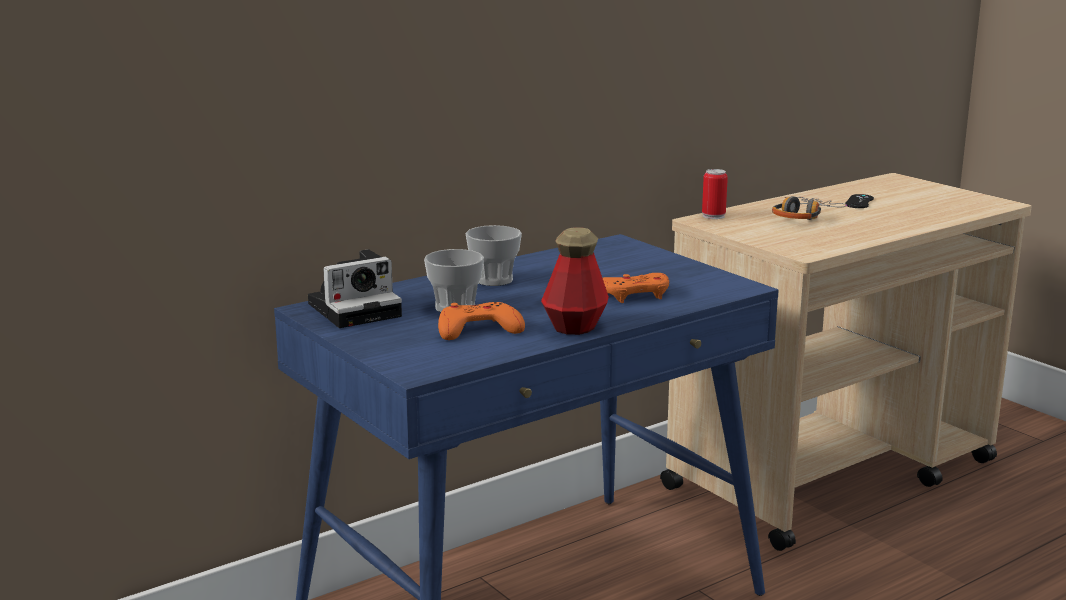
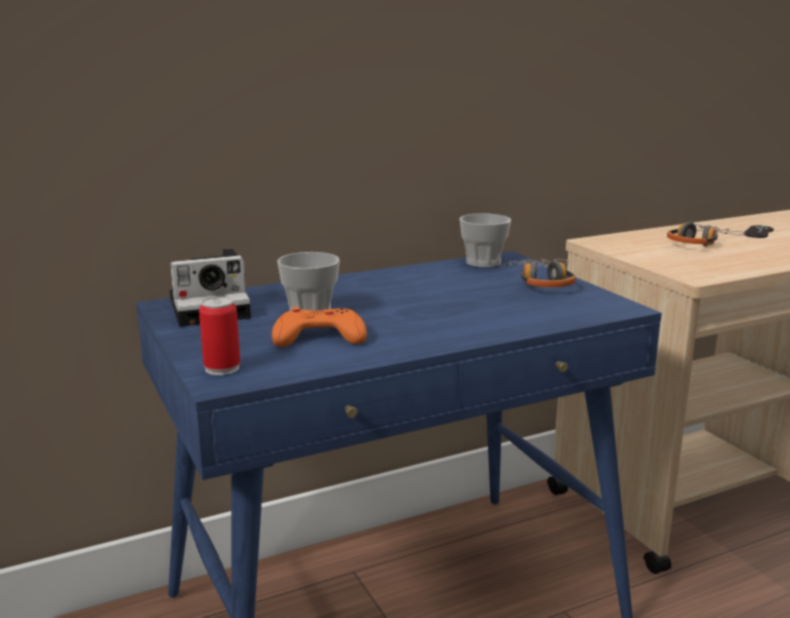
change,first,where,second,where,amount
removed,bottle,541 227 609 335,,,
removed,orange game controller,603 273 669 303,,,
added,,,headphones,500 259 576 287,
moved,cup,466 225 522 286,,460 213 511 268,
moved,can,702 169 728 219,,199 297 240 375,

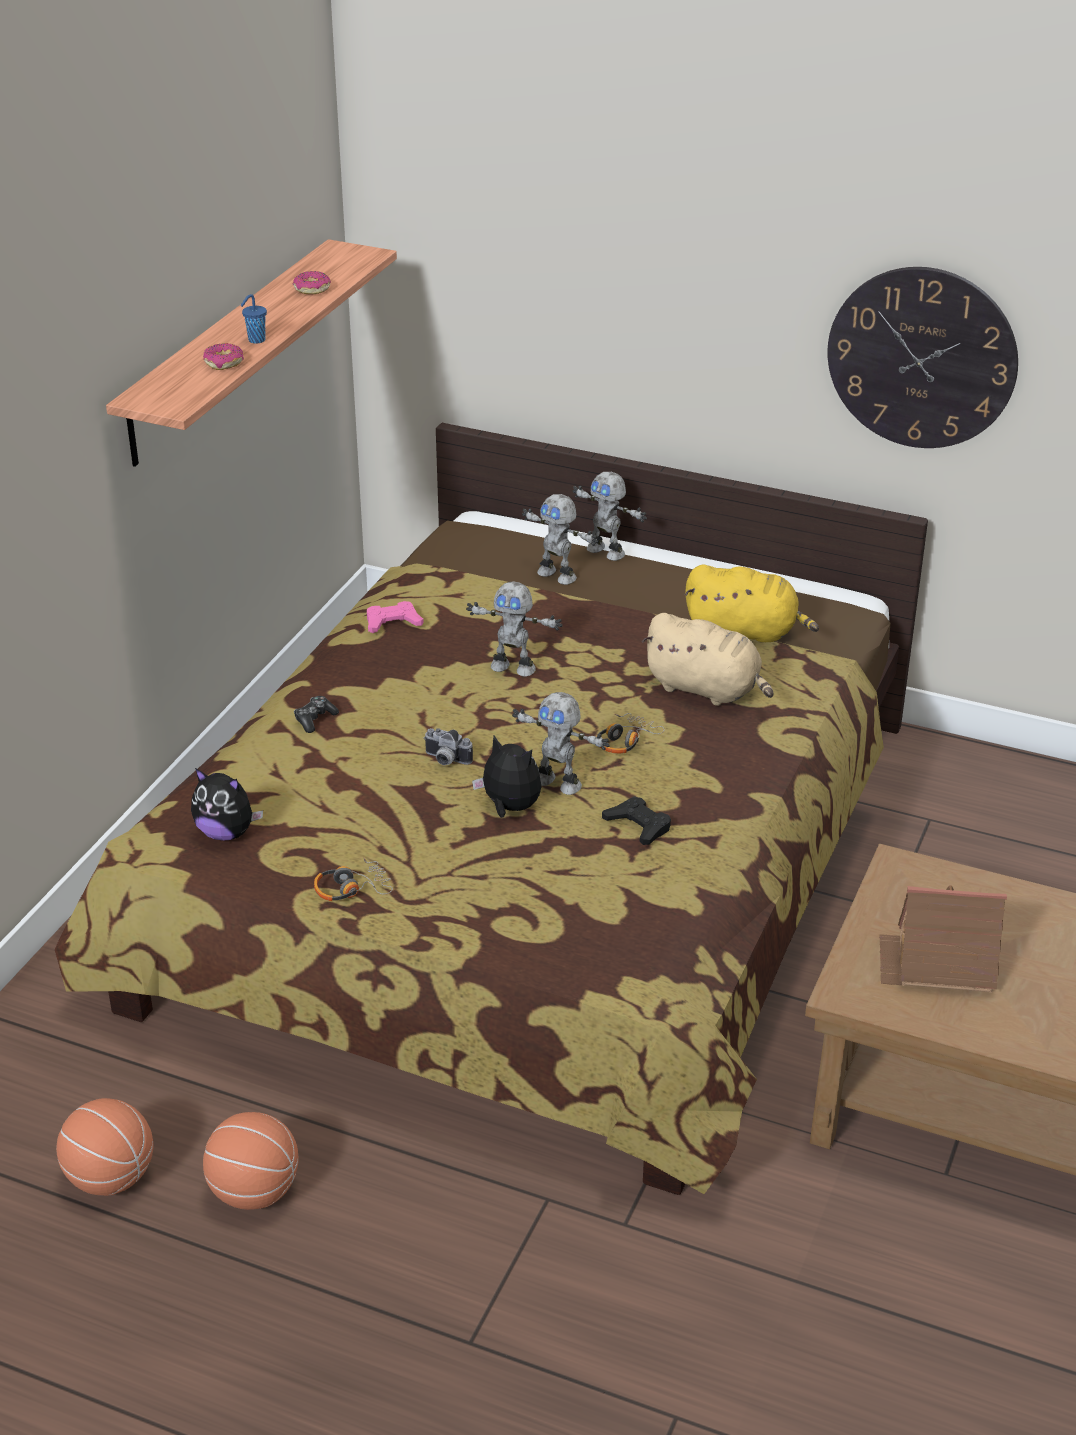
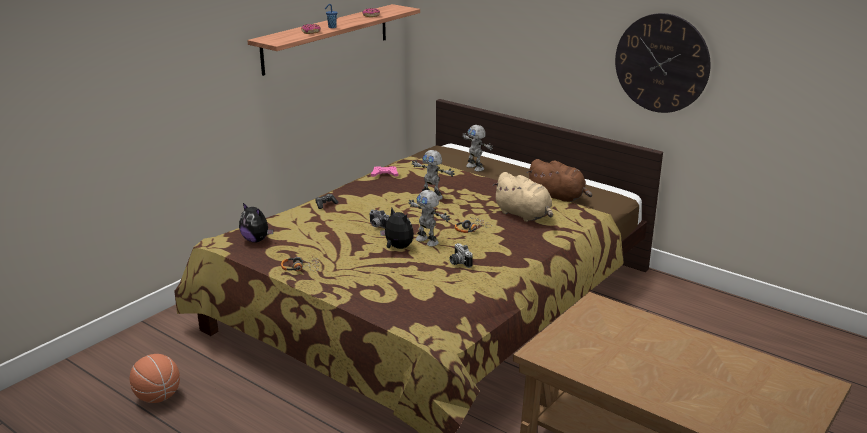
change,first,where,second,where,amount
removed,basketball,203 1112 298 1210,,,
removed,toy robot,572 472 647 561,,,
removed,toy house,879 885 1007 993,,,
replaced,black game controller,602 796 671 845,photo camera,449 243 473 268,
recoloured,yellow plush toy,685 565 819 642,brown plush toy,527 159 592 202,

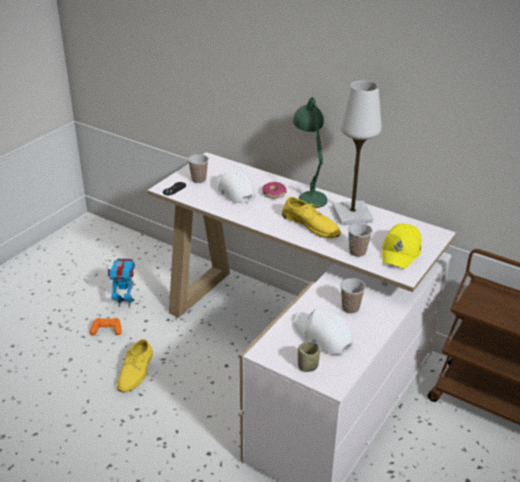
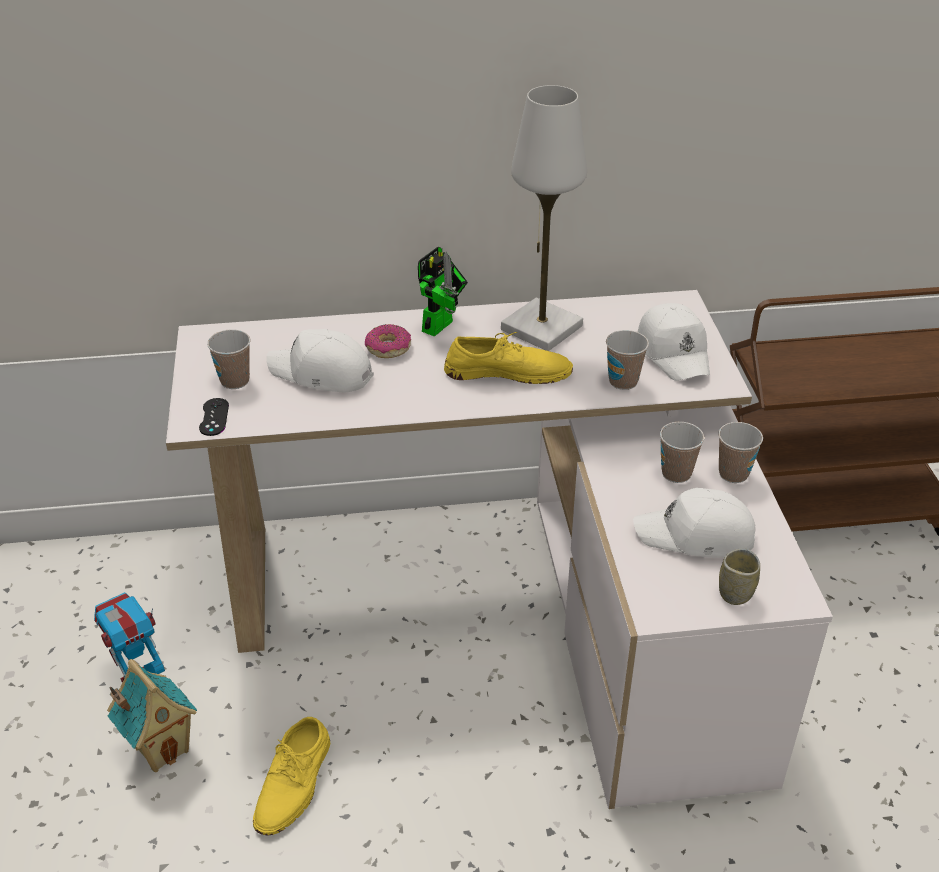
change,first,where,second,where,amount
added,,,cup,718 422 763 483,
replaced,orange game controller,90 318 122 335,toy house,107 659 197 772,
replaced,green table lamp,293 97 328 208,toy robot,418 247 468 337,
recoloured,yellow cap,382 223 421 269,white cap,638 303 710 381,
turned,yellow shoe,117 339 153 392,,253 717 330 836,45 degrees clockwise

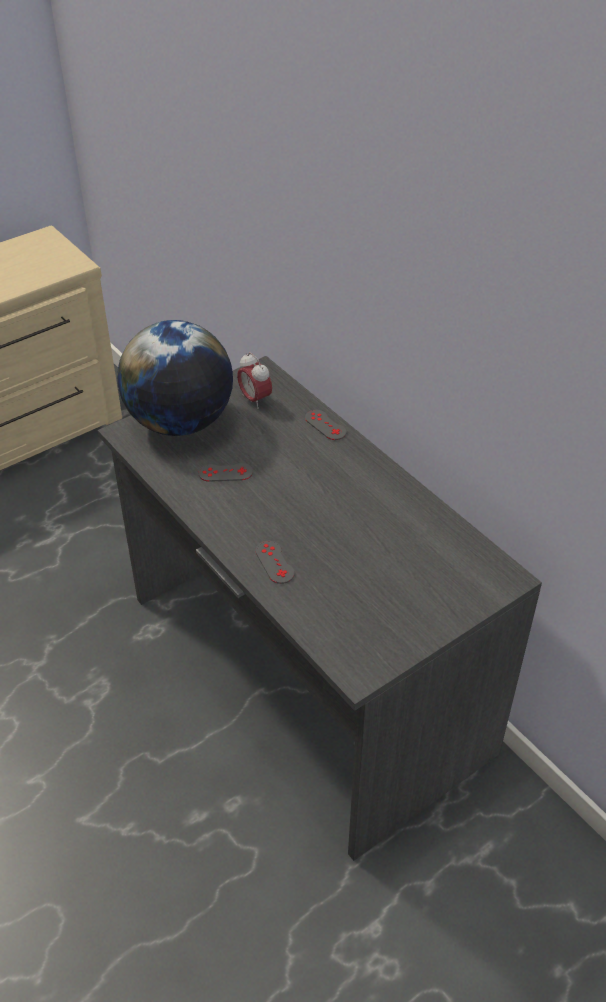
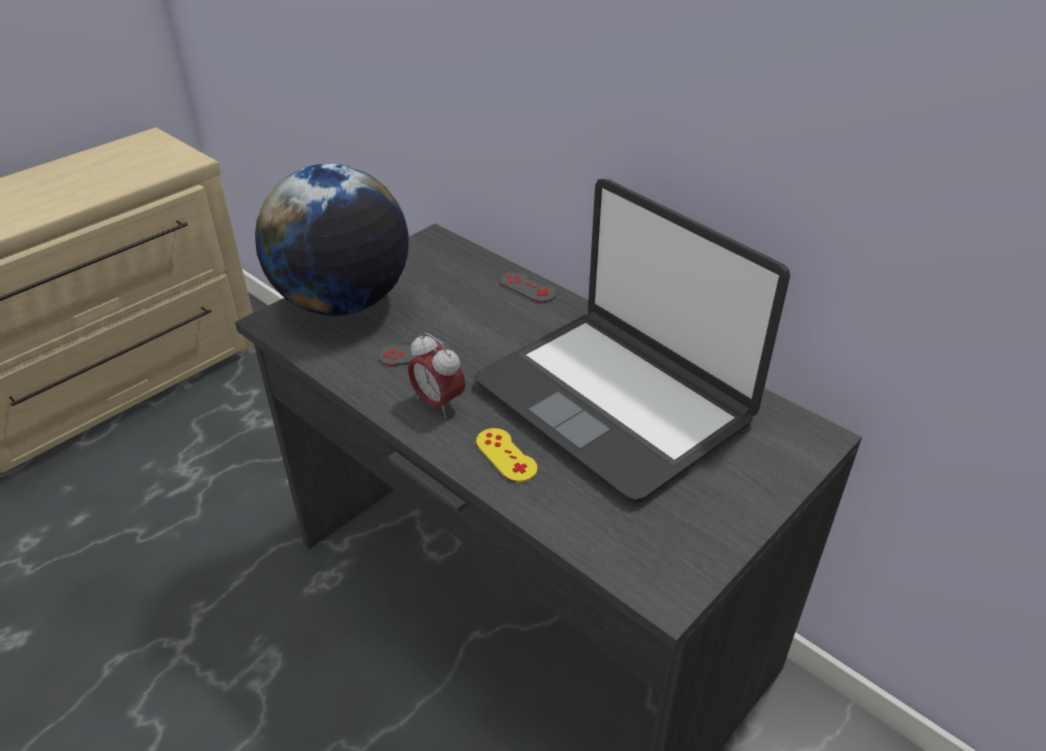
change,first,where,second,where,amount
added,,,laptop,474 179 790 503,
moved,alarm clock,237 352 272 409,,408 333 465 418,
recoloured,grey game controller,255 541 295 584,yellow game controller,476 428 538 482,

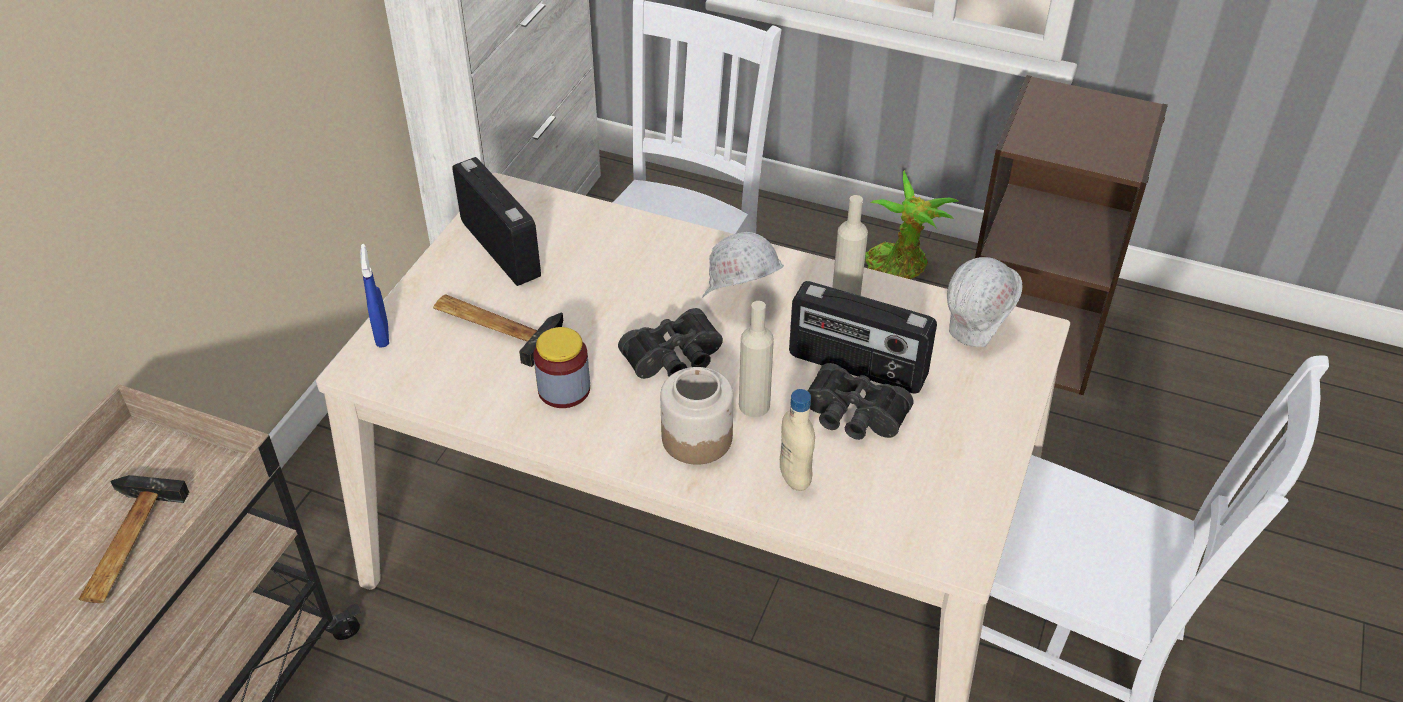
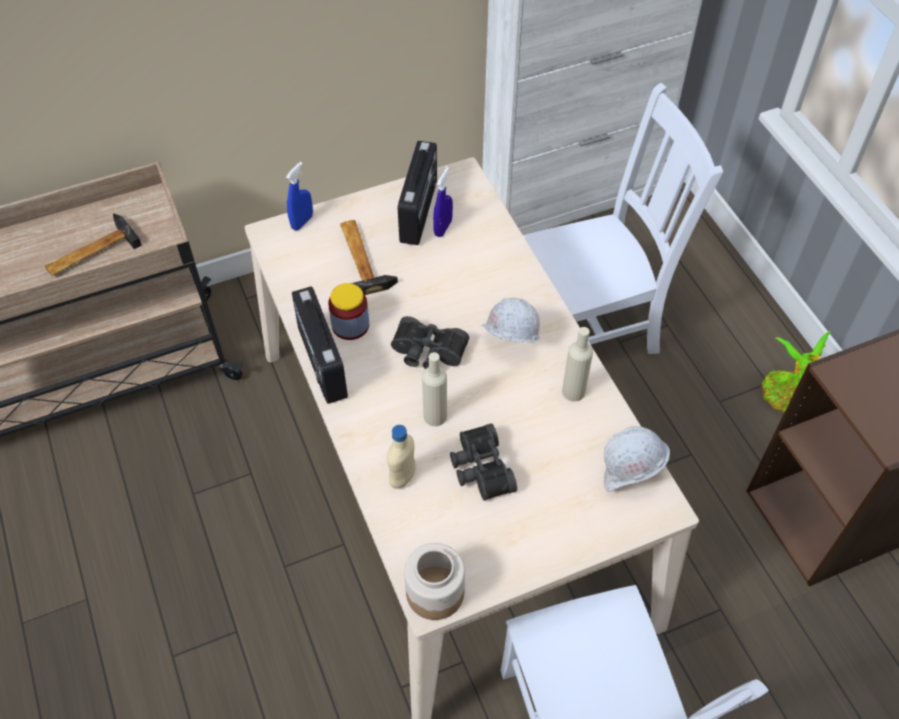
change,first,where,second,where,amount
added,,,blue spray bottle,433 167 453 237,
moved,jar,660 367 734 465,,404 543 465 620,
moved,radio,789 281 937 394,,292 286 348 404,

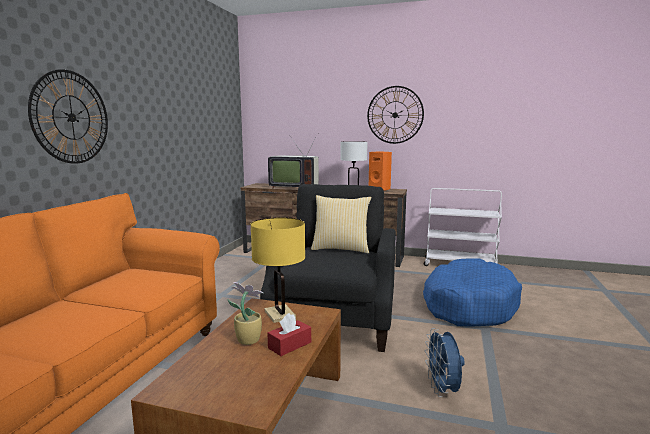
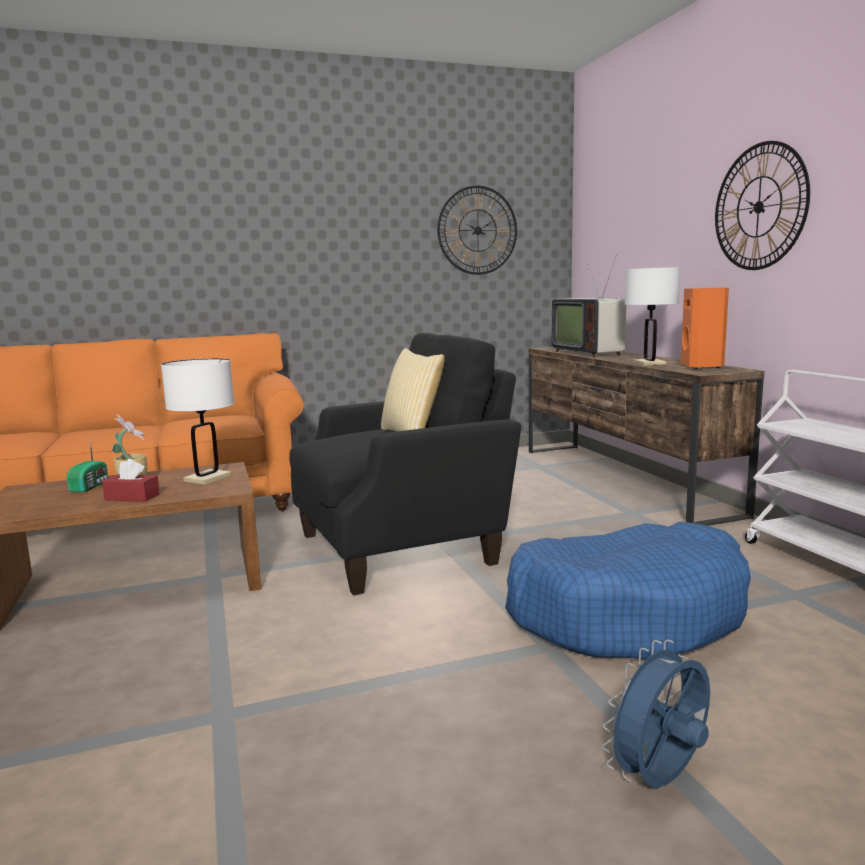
change,first,where,second,where,amount
added,,,radio,67 440 109 492,
moved,wall clock,28 69 108 164,,437 186 517 275,
moved,blue fan,425 328 465 397,,602 640 710 787,
recoloured,yellow table lamp,251 218 305 323,white table lamp,161 358 234 485,

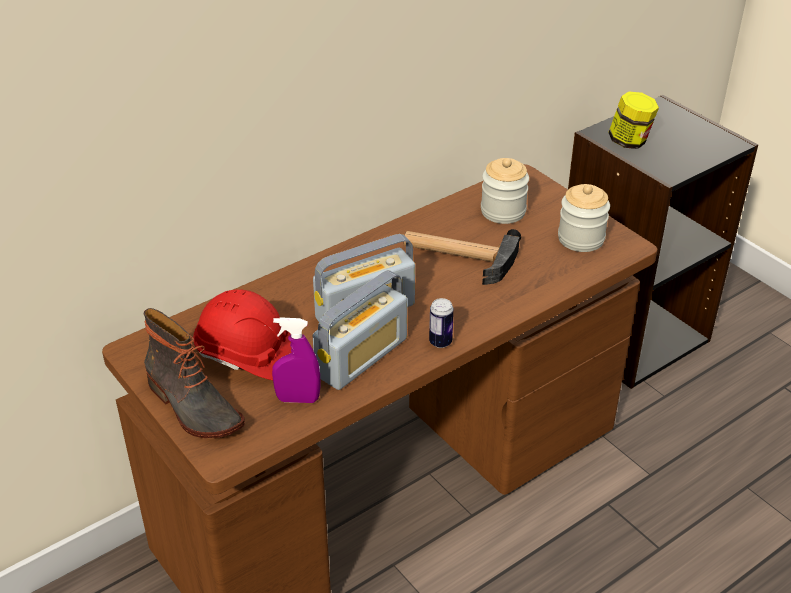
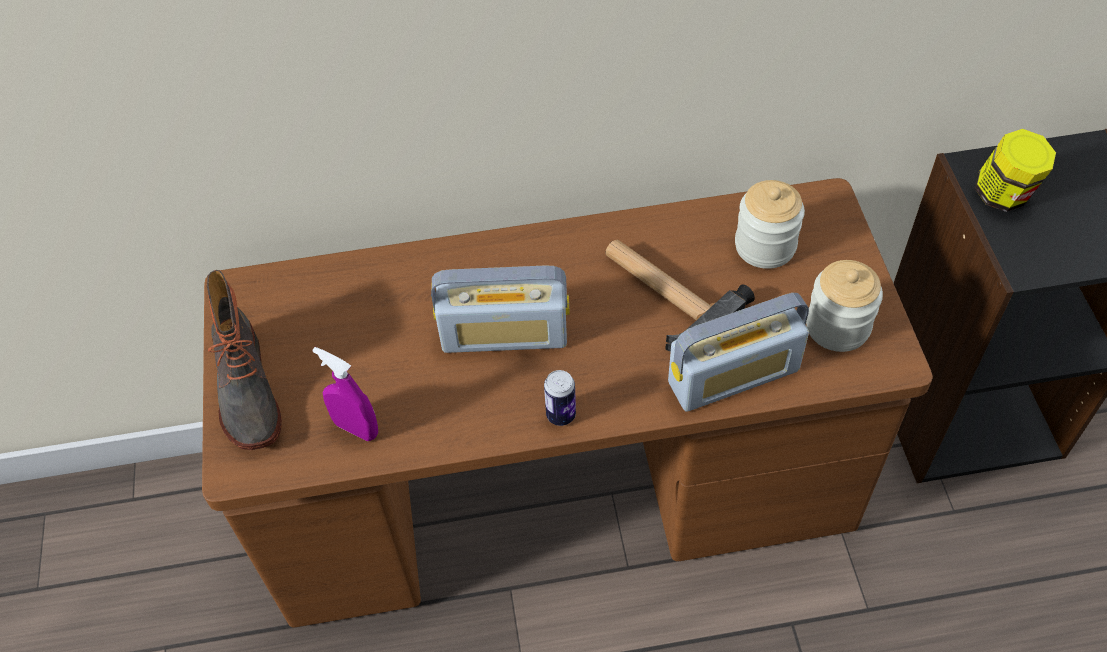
change,first,where,second,where,amount
removed,red hard hat,193 289 292 380,,,
moved,radio,313 270 407 390,,668 293 809 412,

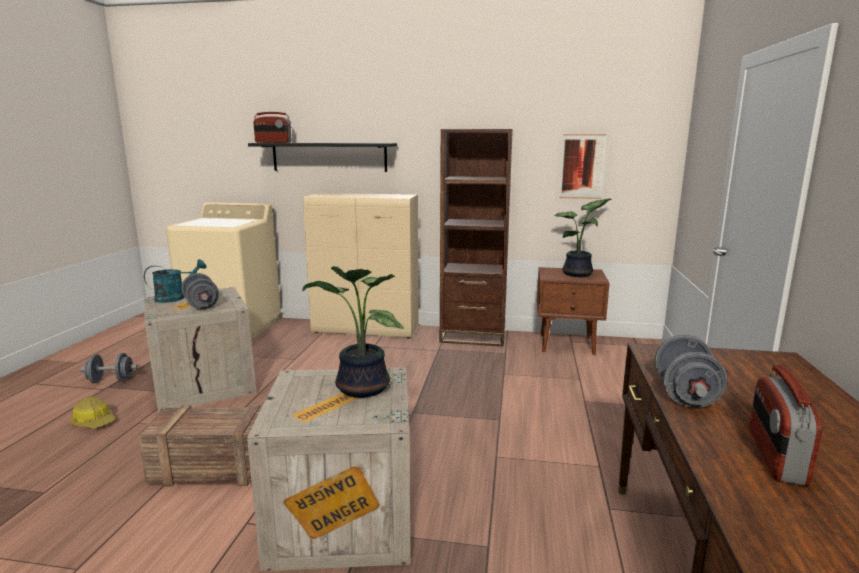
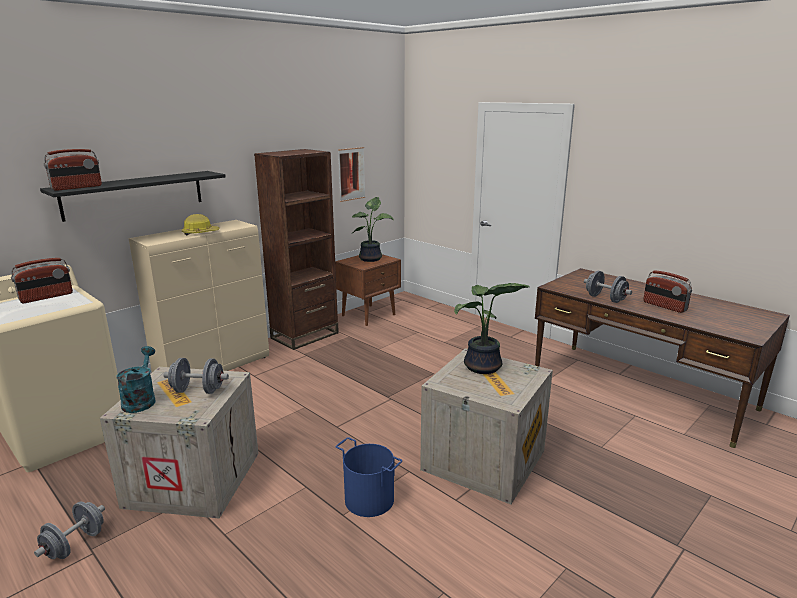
change,first,where,second,where,amount
added,,,radio,11 258 73 303,
moved,hard hat,71 397 115 428,,182 214 219 235,
replaced,crate,138 405 262 487,blue bucket,336 437 402 517,

